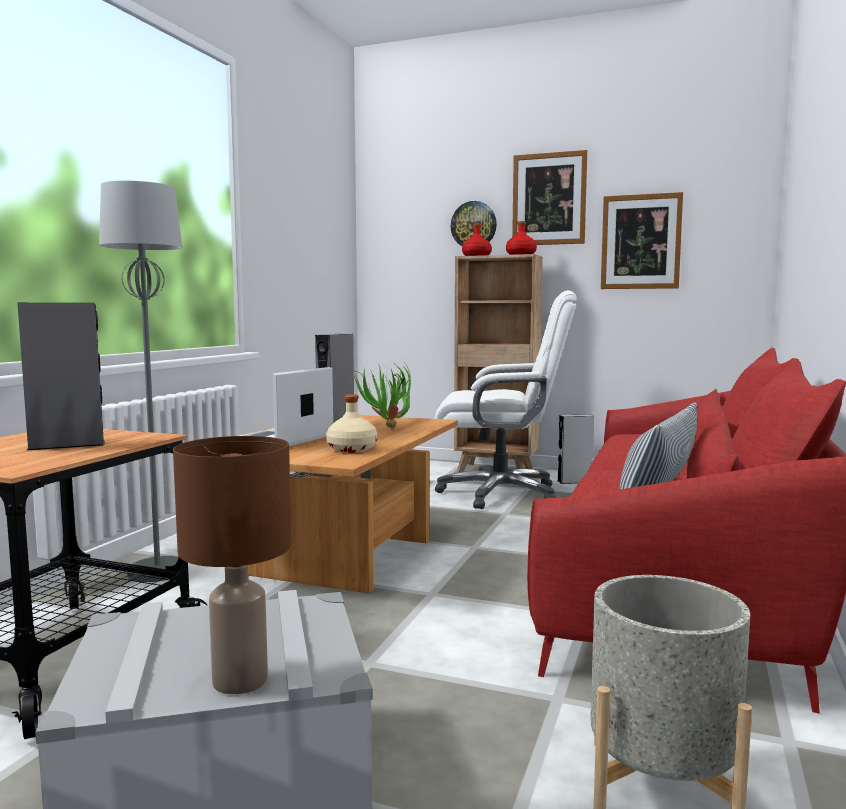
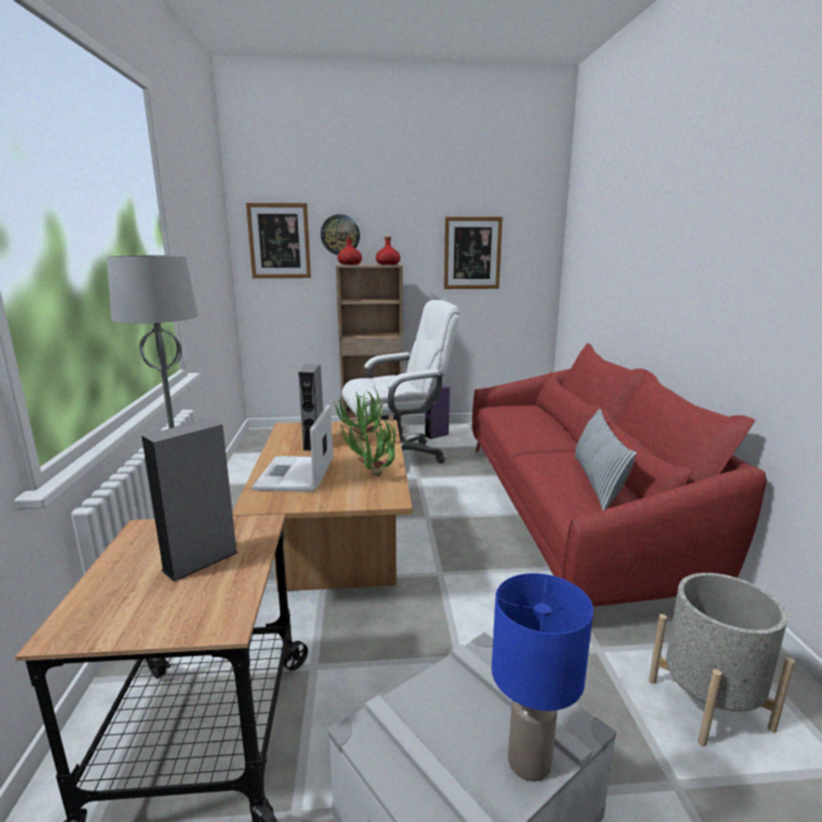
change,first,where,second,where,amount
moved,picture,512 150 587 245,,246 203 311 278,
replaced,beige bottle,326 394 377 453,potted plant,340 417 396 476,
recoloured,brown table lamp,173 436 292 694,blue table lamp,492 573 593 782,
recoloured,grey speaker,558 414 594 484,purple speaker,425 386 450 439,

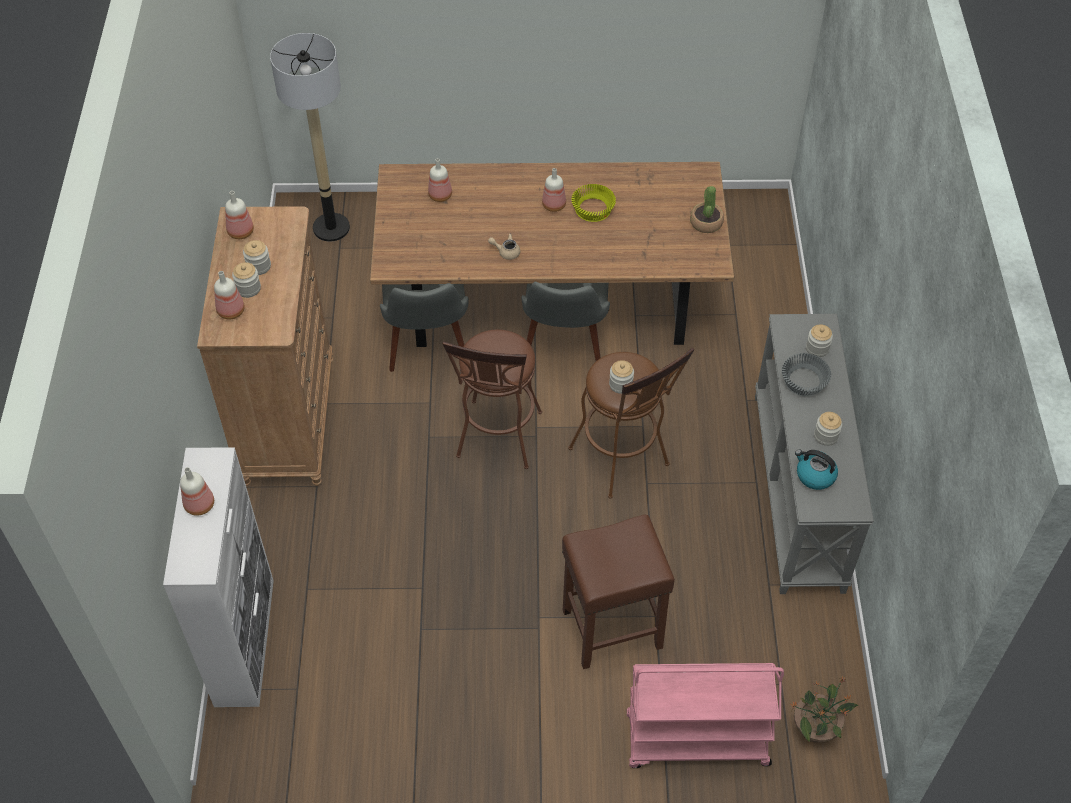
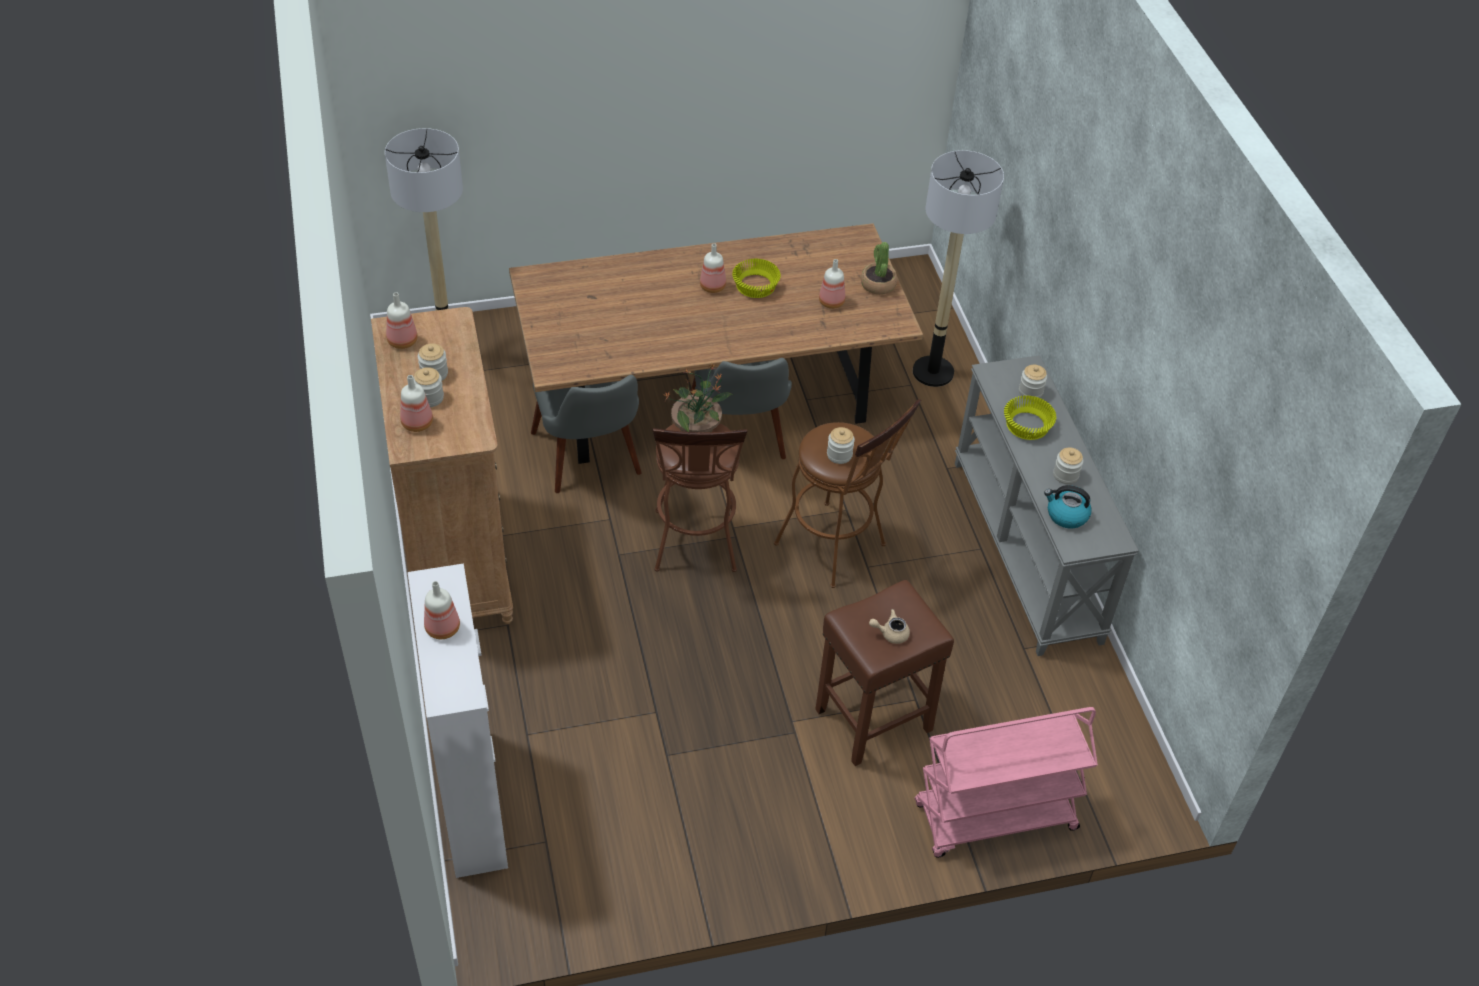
change,first,where,second,where,amount
added,,,floor lamp,913 150 1004 387,
moved,bottle,428 158 452 202,,819 259 845 309,
moved,beige teapot,488 234 520 260,,869 609 910 644,
moved,potted plant,790 676 858 742,,663 363 733 432,
recoloured,grey bowl,782 353 831 397,yellow bowl,1004 395 1056 440,

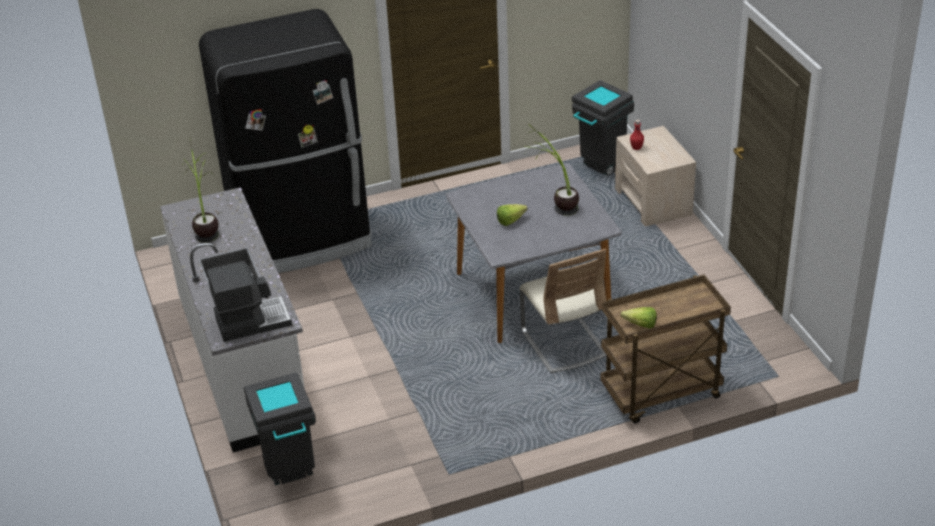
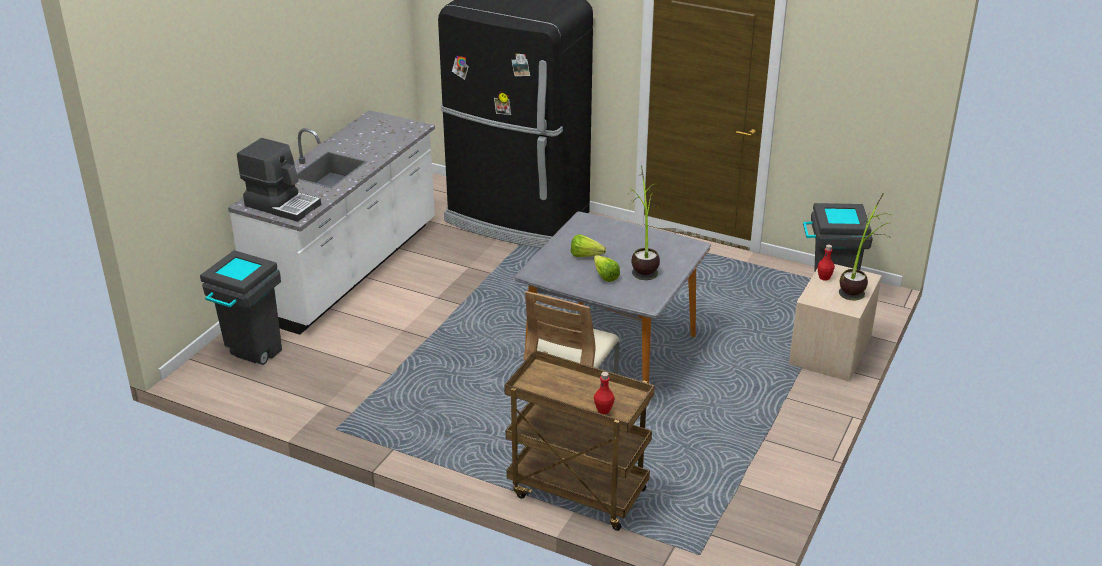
change,first,where,second,where,amount
added,,,red bottle,594 372 615 414,
moved,potted plant,182 139 219 243,,839 193 891 301,
moved,lettuce,621 307 657 329,,594 255 620 282,

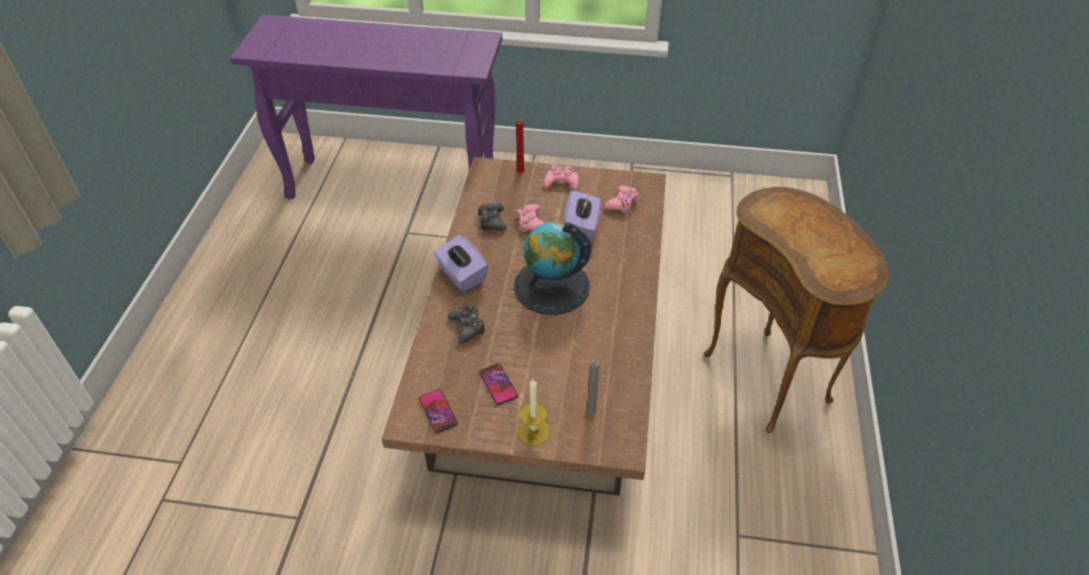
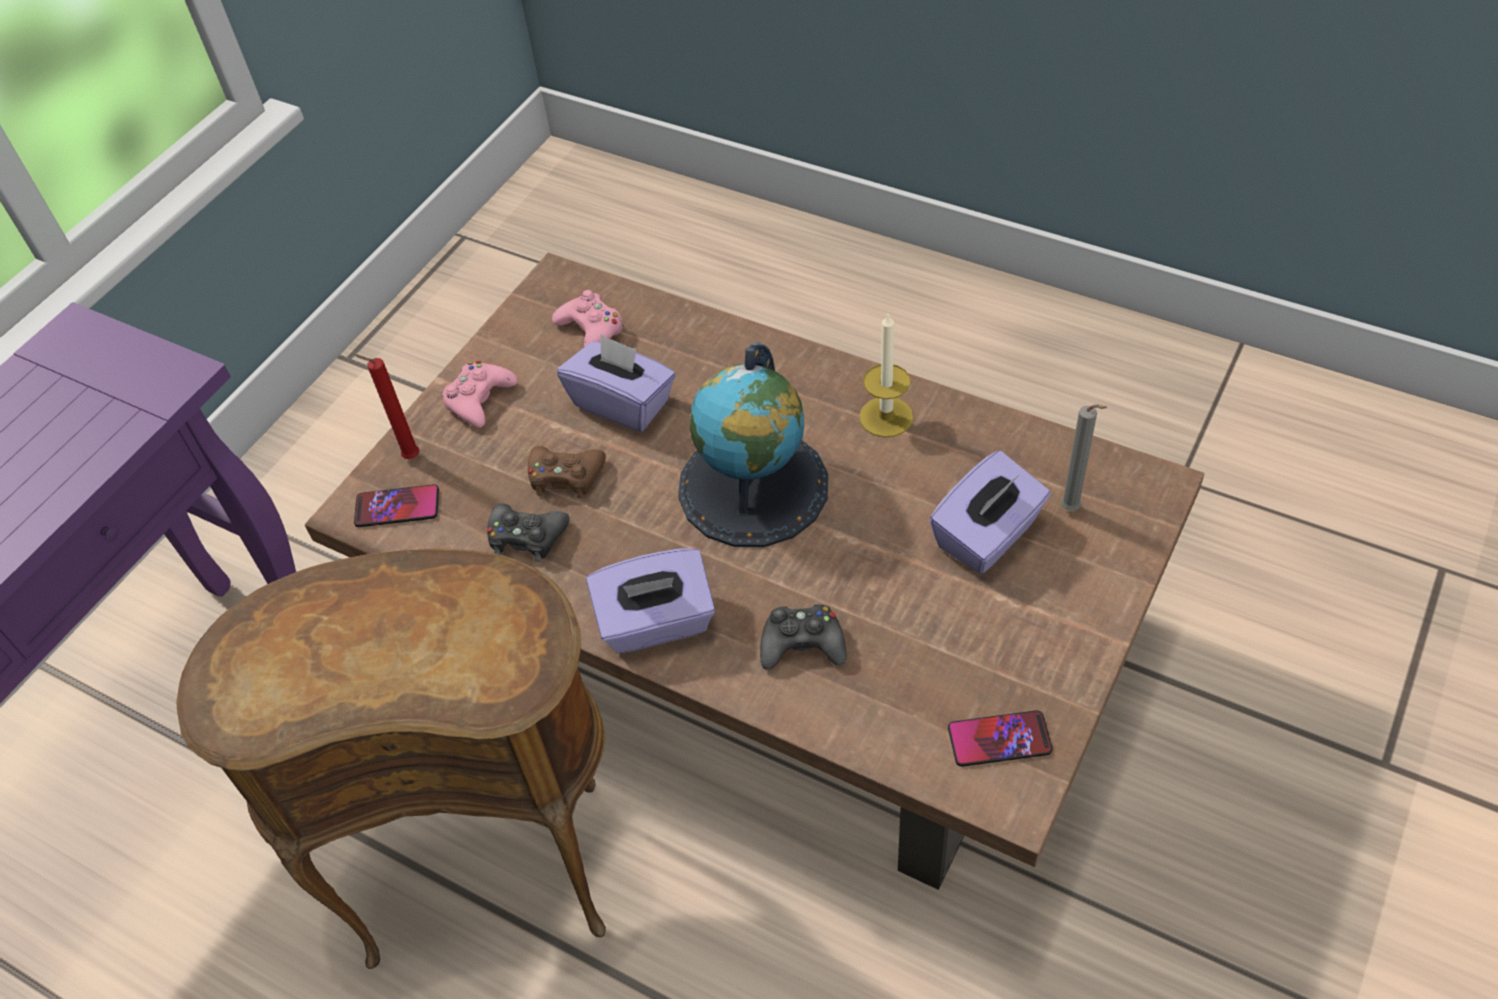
change,first,where,second,where,amount
added,,,purple tissue box,929 451 1051 574,
moved,phone,479 363 518 405,,354 484 439 527,
moved,candle,518 379 550 446,,859 312 913 438,
moved,brown side table,704 187 889 433,,176 549 606 969,
recoloured,pink game controller,515 204 544 232,brown game controller,528 446 606 499,

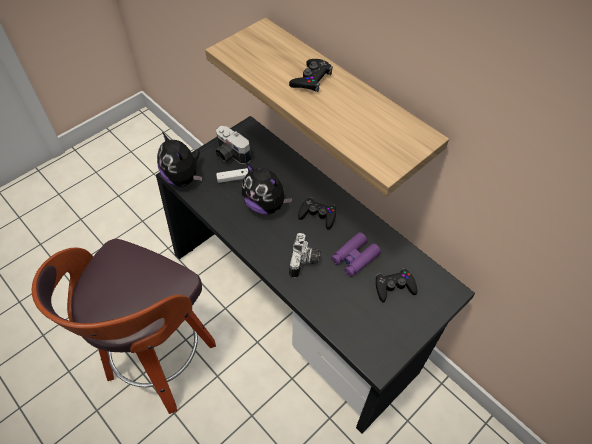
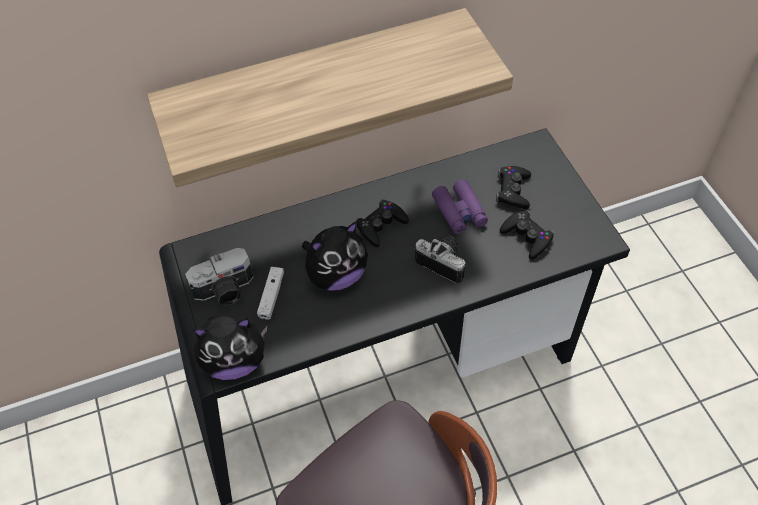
change,first,where,second,where,amount
moved,black game controller,289 59 333 92,,500 210 554 260,

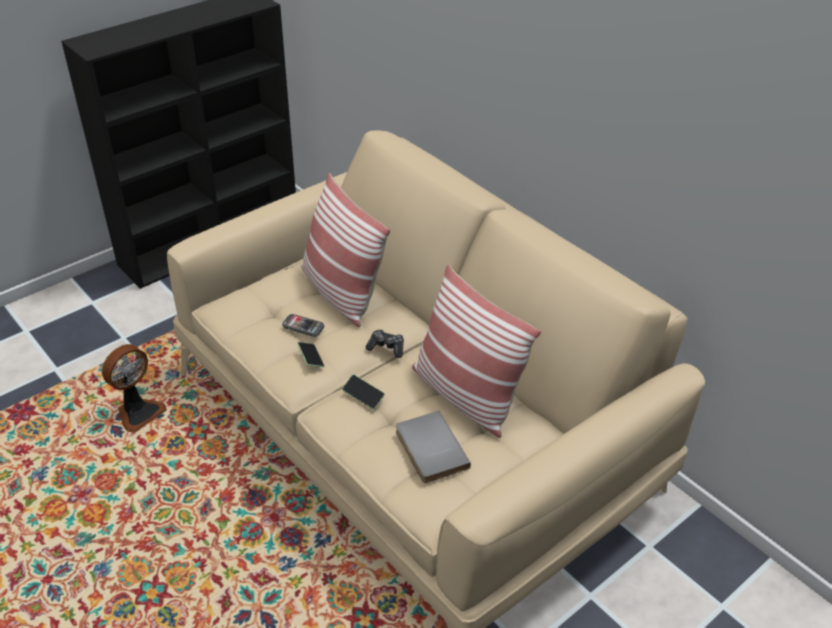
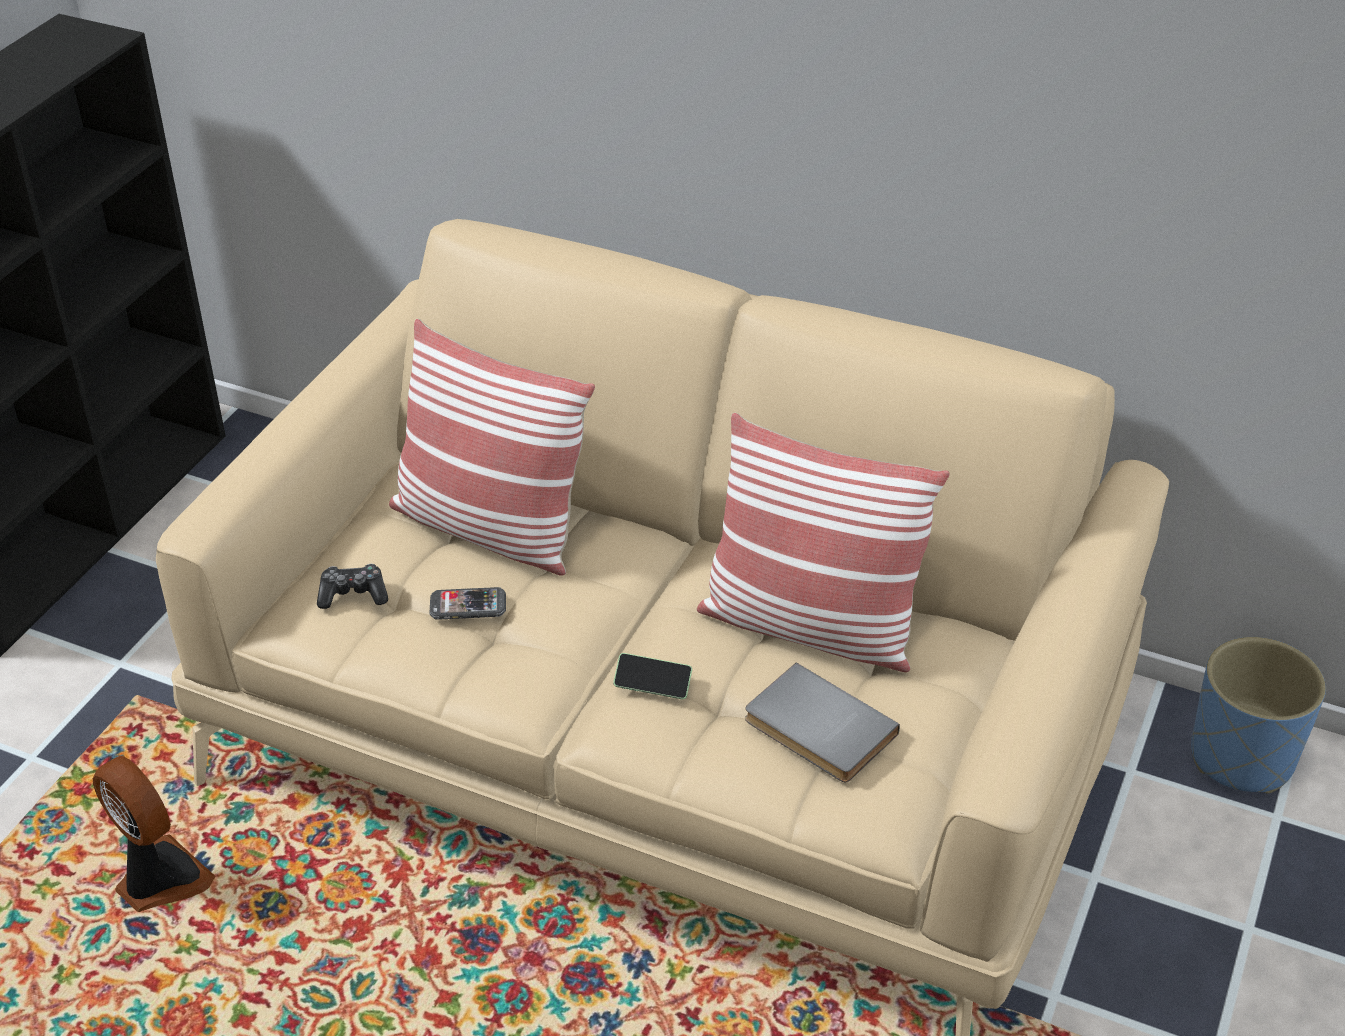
change,first,where,second,where,amount
removed,phone,297 342 324 367,,,
added,,,blue planter,1191 637 1326 794,
moved,game controller,366 329 404 358,,317 564 388 609,
turned,fan,102 344 167 433,,93 756 215 912,60 degrees counterclockwise

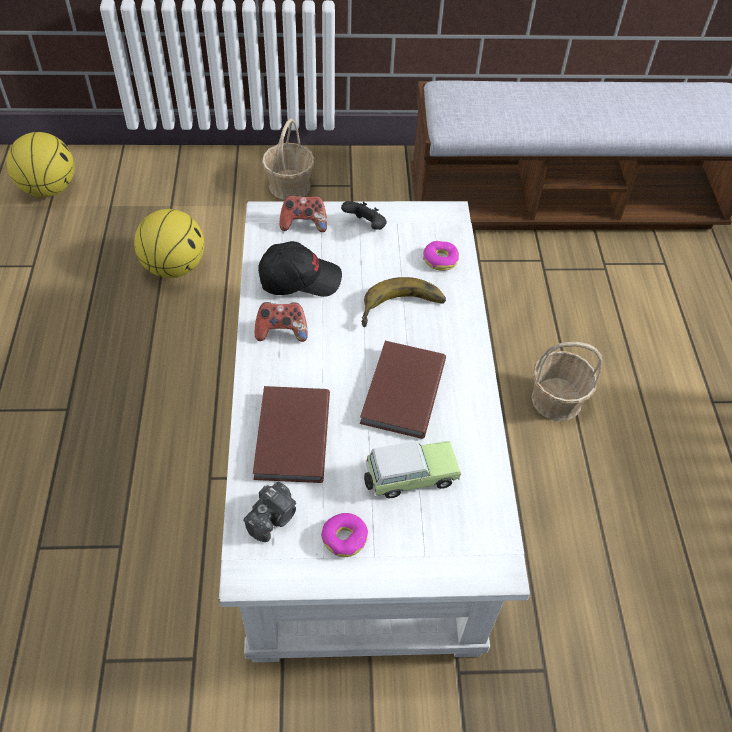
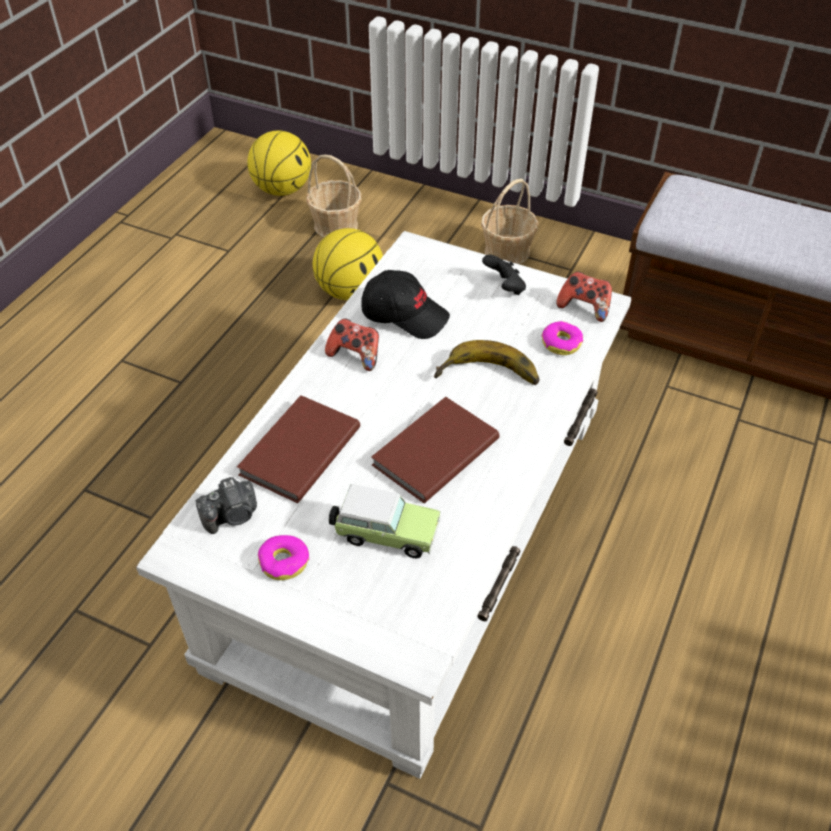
change,first,where,second,where,amount
moved,game controller,280 195 327 232,,556 272 612 322,
moved,basket,531 342 602 421,,306 155 362 237,

